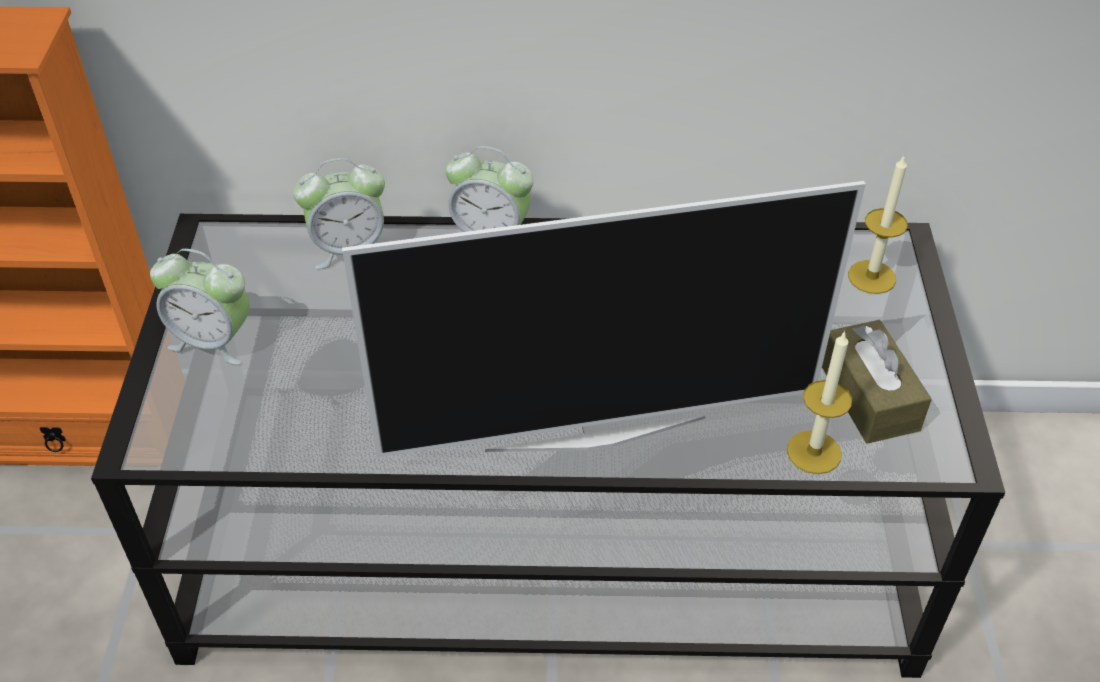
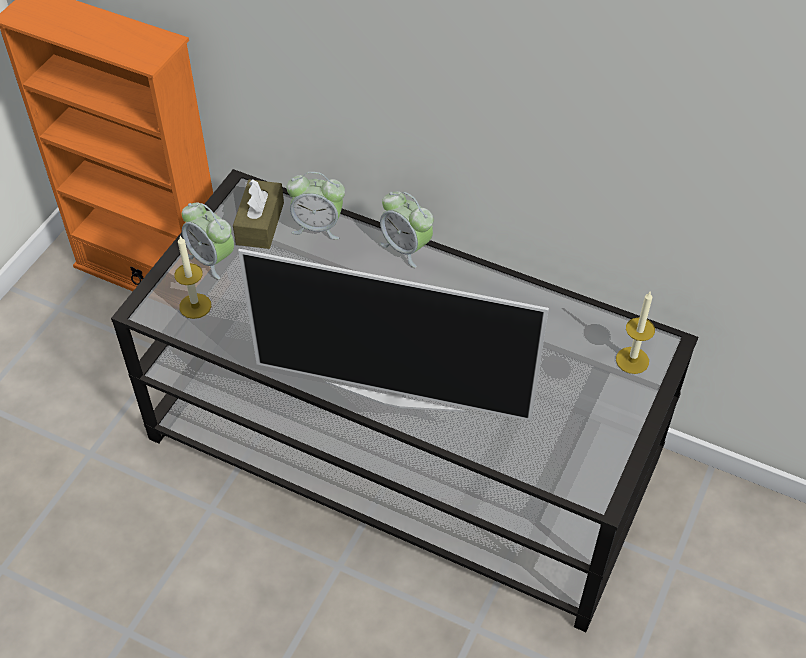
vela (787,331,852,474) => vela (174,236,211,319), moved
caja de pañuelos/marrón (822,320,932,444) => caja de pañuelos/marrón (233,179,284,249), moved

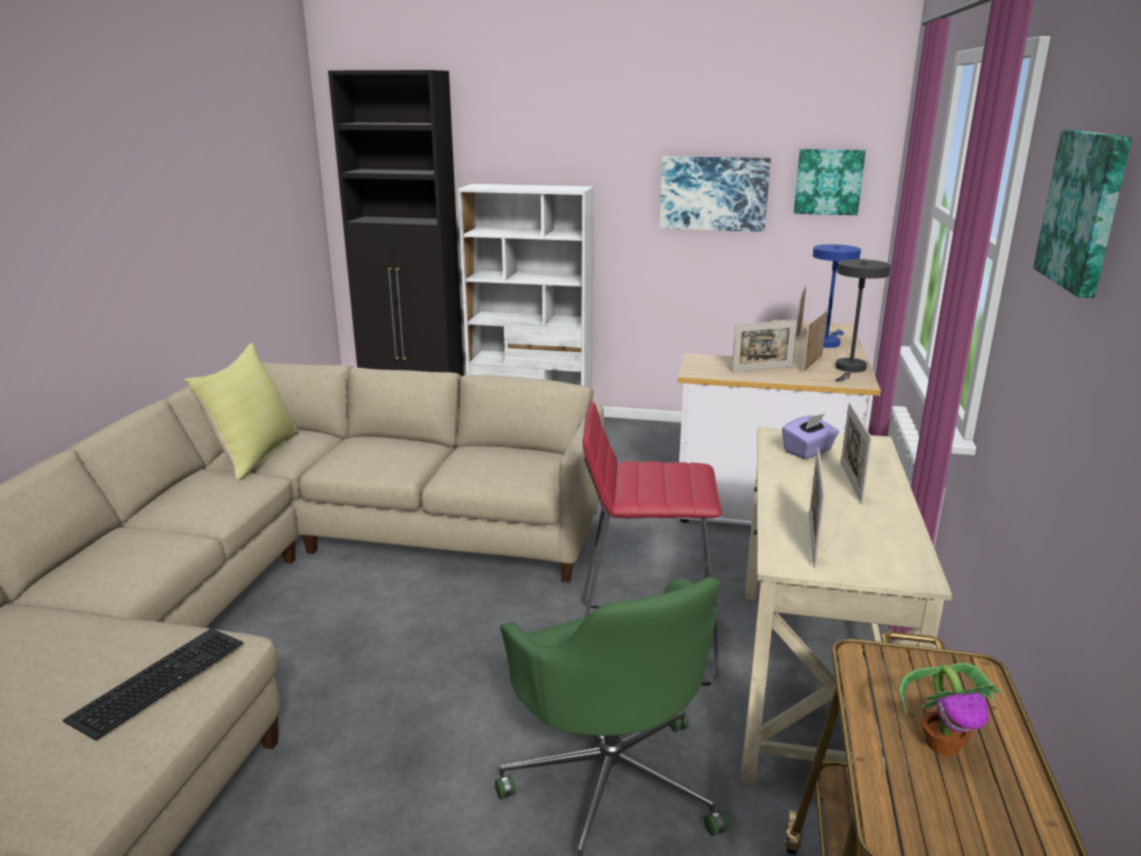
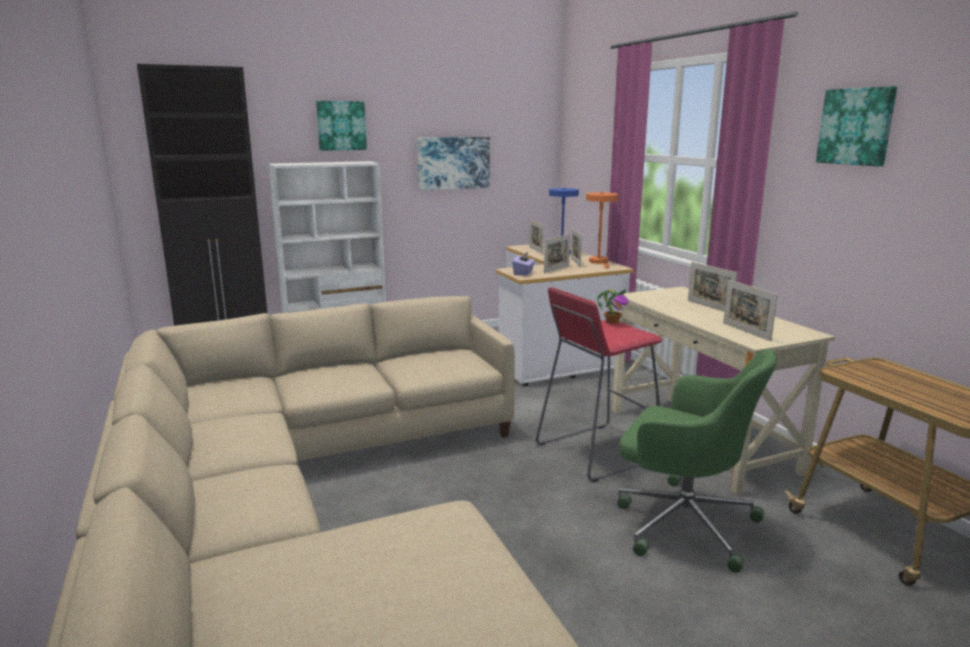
cuadro (794,149,866,215) => cuadro (316,101,367,151), moved
caja de pañuelos/morado (782,413,839,459) => caja de pañuelos/morado (512,251,535,276), moved
lámpara de mesa/gris (835,259,891,382) => lámpara de mesa/naranja (586,192,618,269)
planta en maceta (899,663,1004,756) => planta en maceta (597,289,629,324), moved
teclado (63,628,243,741) => nothing
cojín/amarillo (185,343,299,480) => nothing

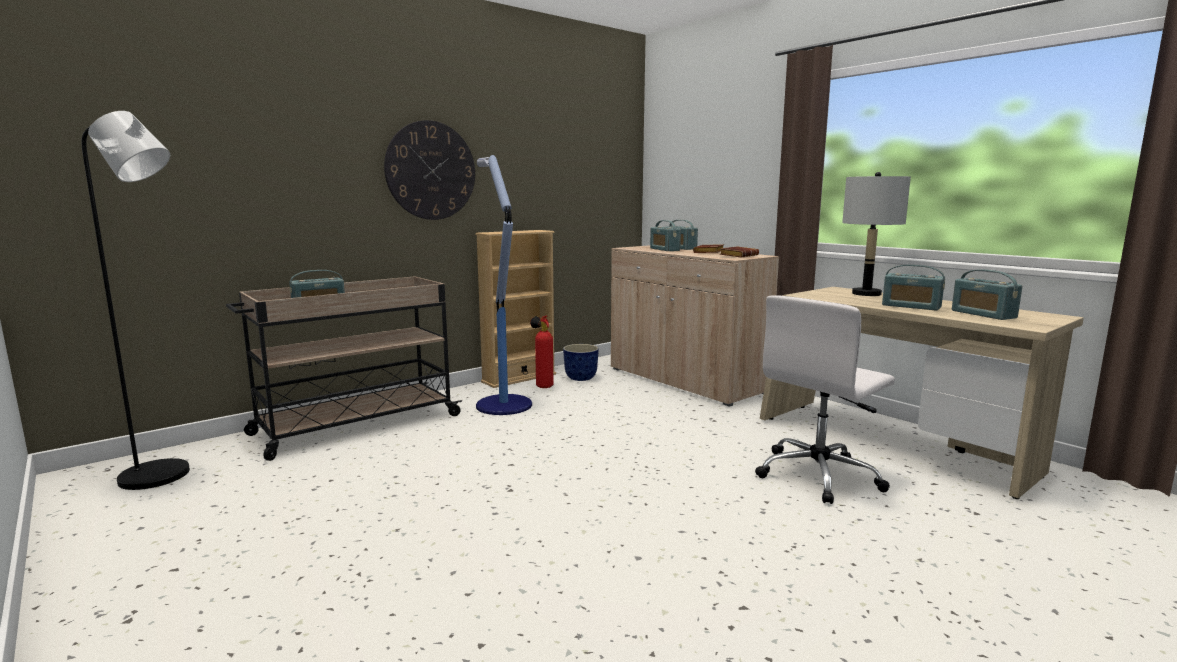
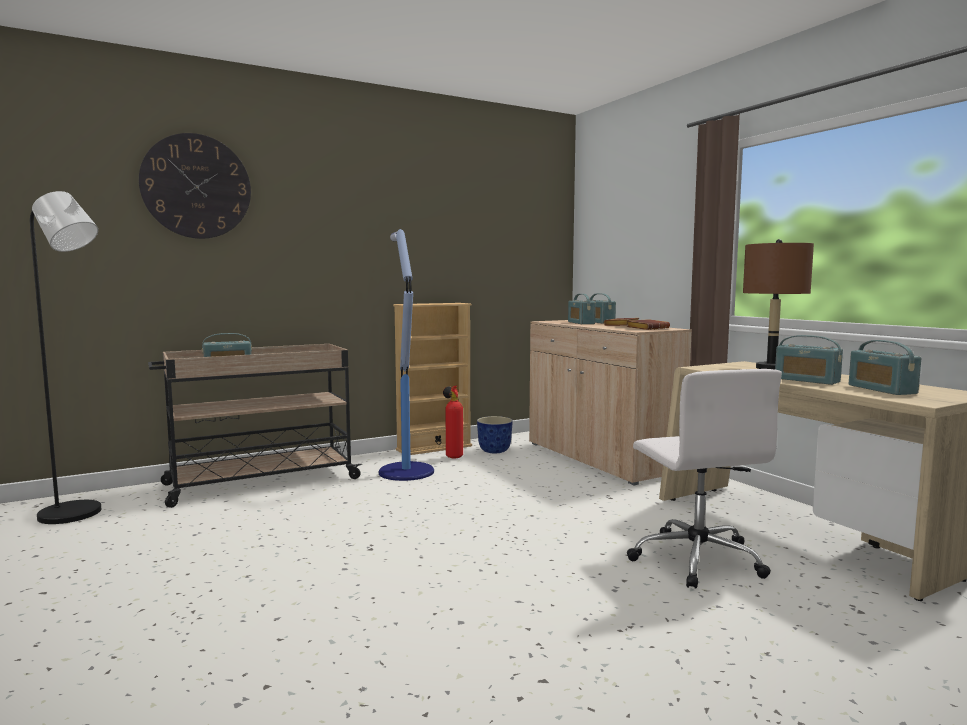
reloj de pared (384,120,475,220) => reloj de pared (139,133,251,239), moved
silla de oficina/blanco (755,295,895,504) => silla de oficina/blanco (627,369,782,589), 75 degrees counterclockwise
lámpara de mesa/gris (842,172,911,296) => lámpara de mesa/marrón (743,239,814,369)

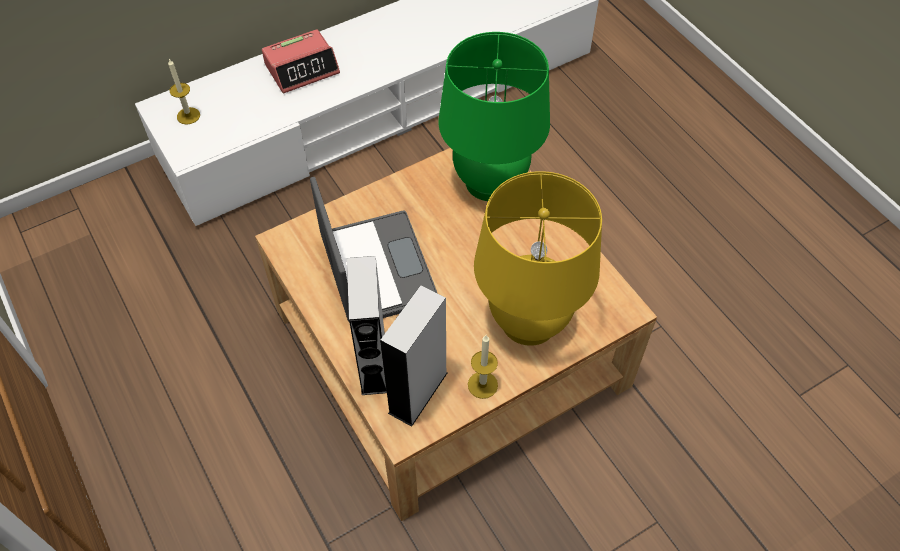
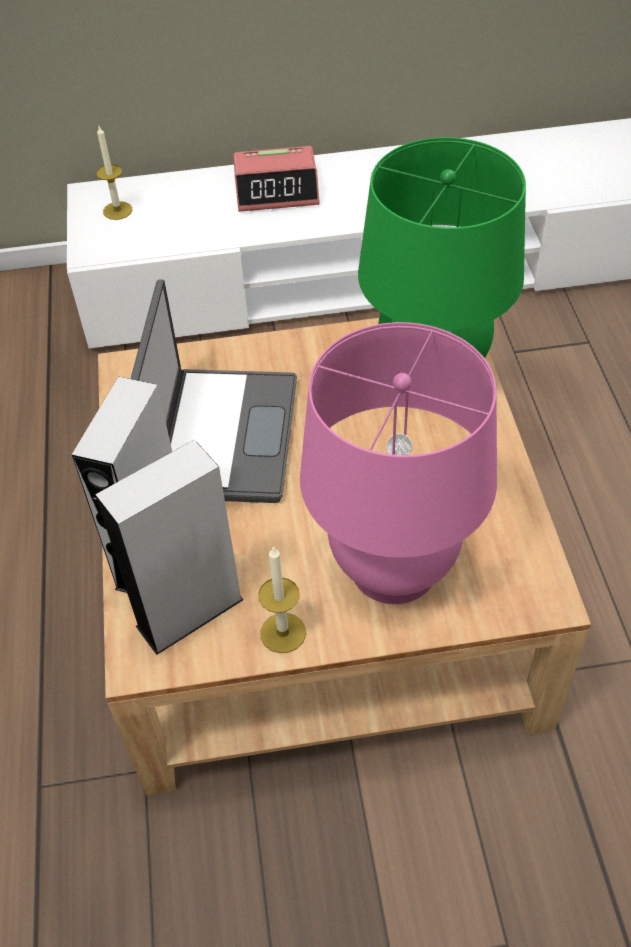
lámpara de mesa/amarillo (474,171,602,346) => lámpara de mesa/rosa (300,322,497,604)

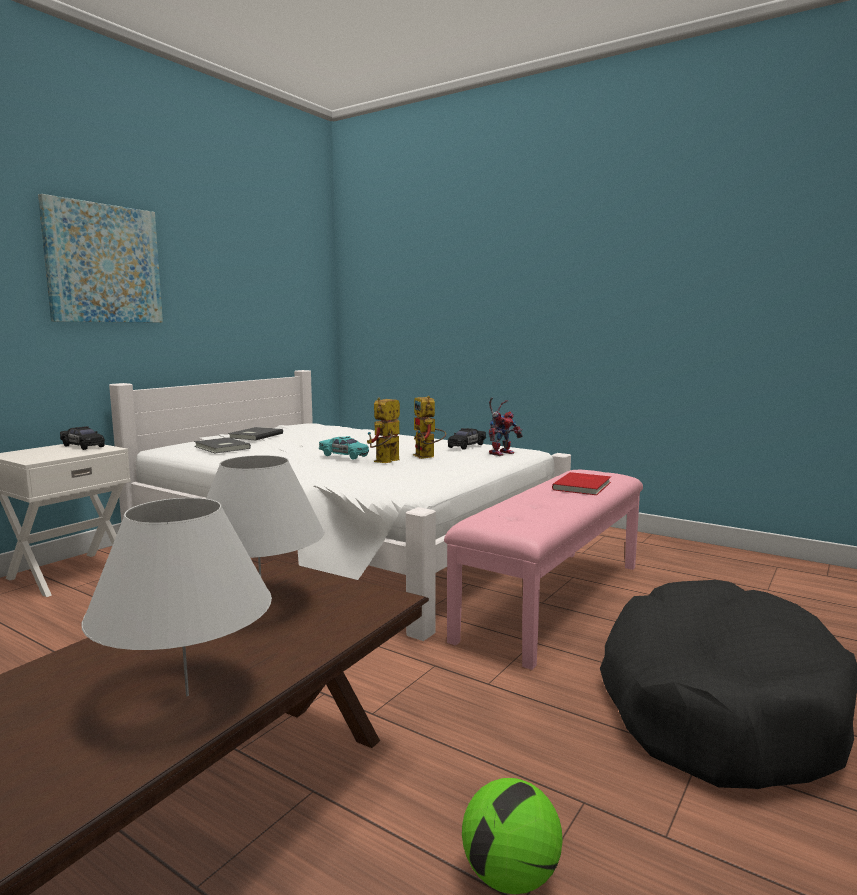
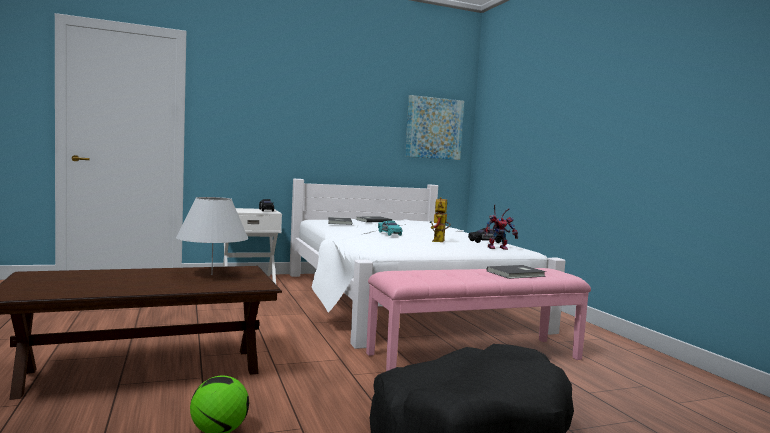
cuadro (38,194,163,323) => cuadro (405,95,464,160), moved
libro/rojo (552,472,611,495) => libro/gris (487,265,546,279)
lámpara de mesa/blanco (81,498,272,696) => nothing
robot de juguete (367,397,400,463) => nothing

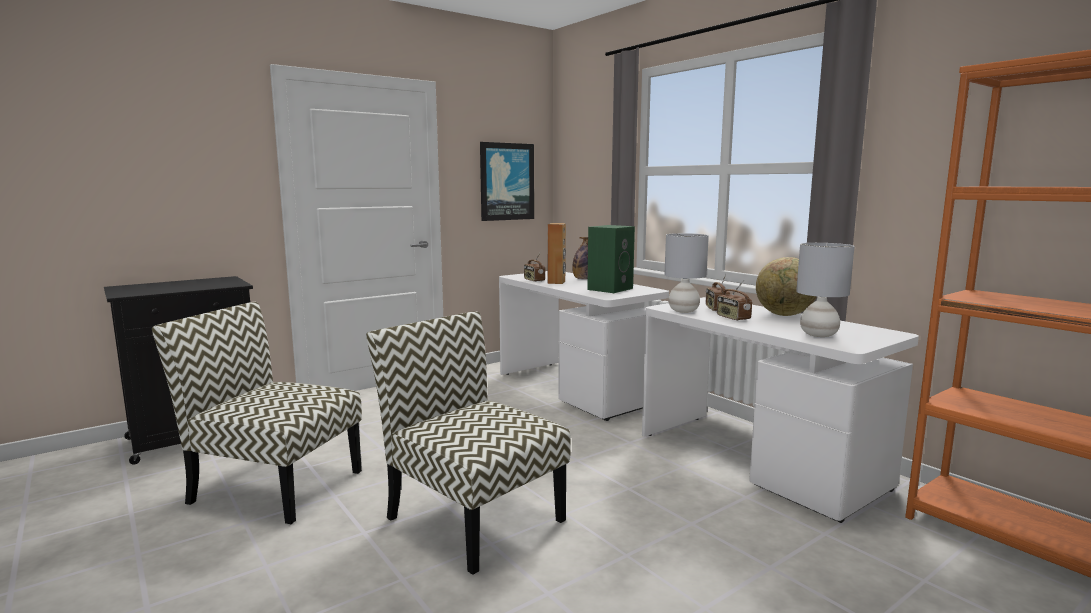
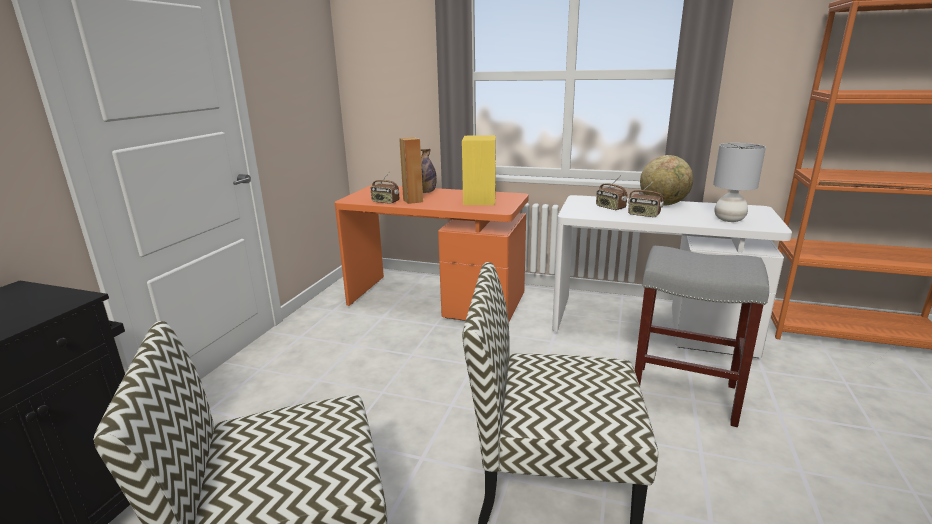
escritorio/blanco (499,271,669,421) => escritorio/naranja (335,185,529,321)
altavoz/verde (587,225,635,293) => altavoz/amarillo (462,135,496,205)
nothing => taburete/gris (635,246,769,427)
cuadro (480,142,534,221) => nothing
lámpara de mesa/gris (664,233,709,313) => nothing

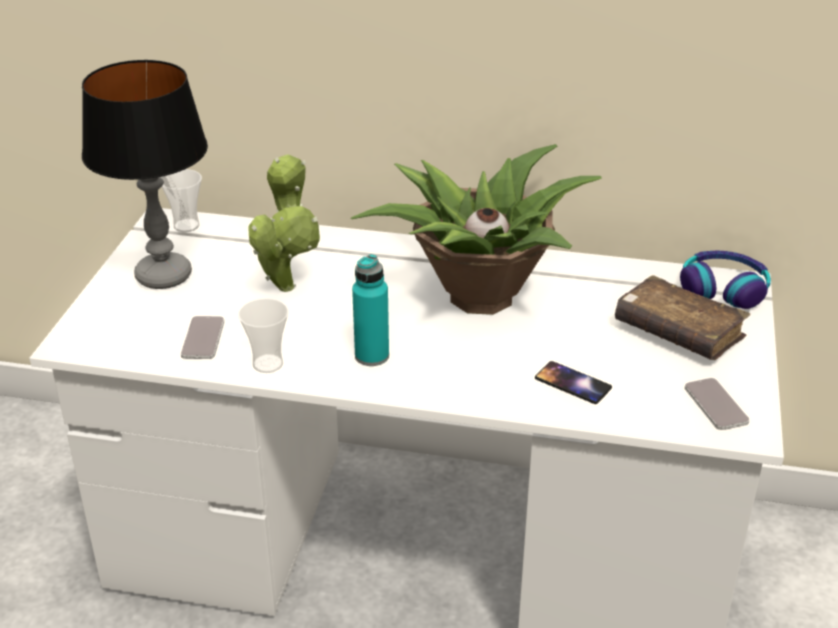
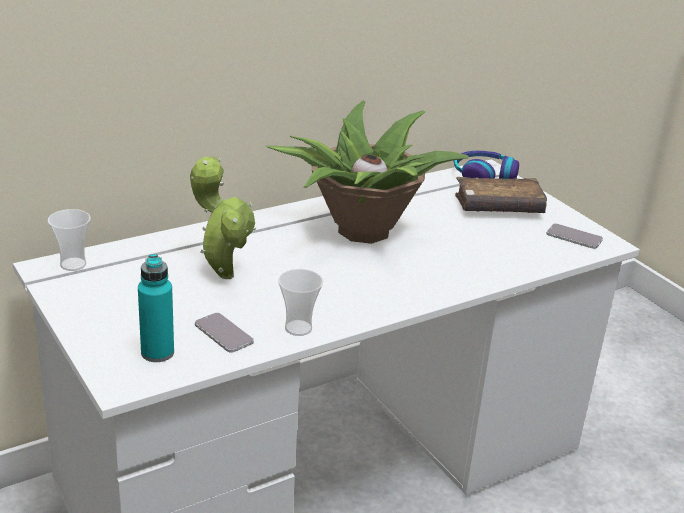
botella/turquesa (352,254,389,366) => botella/turquesa (138,254,174,362), moved
lámpara de mesa (82,60,208,289) => nothing
móvil (535,361,612,404) => nothing

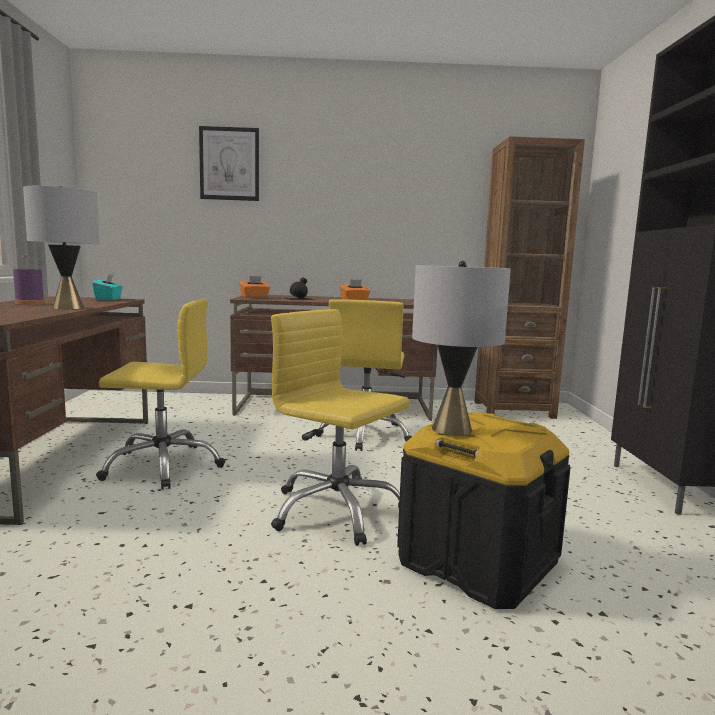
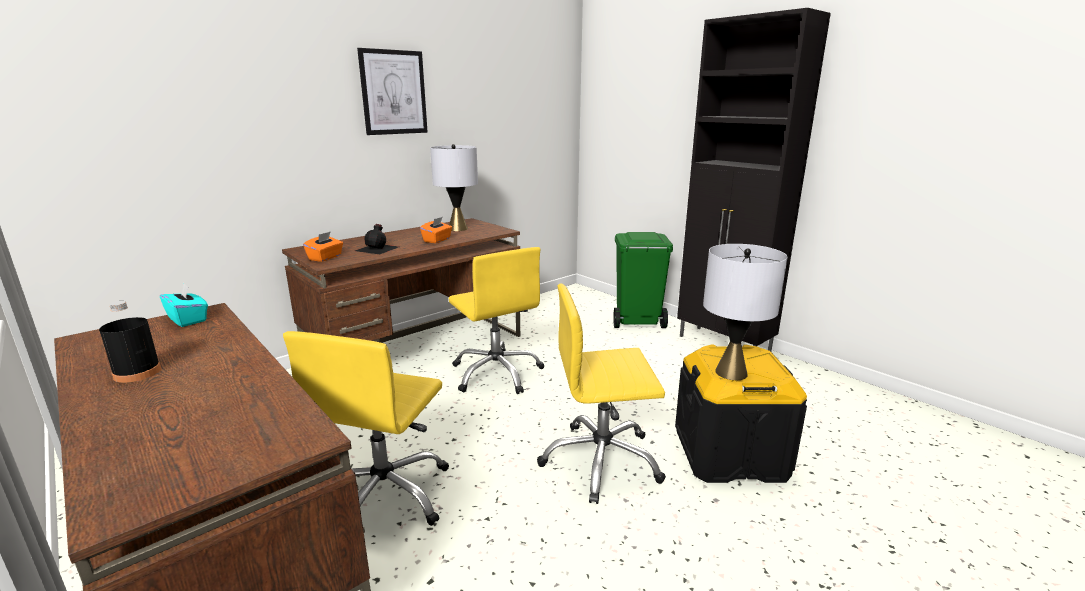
botella/morado (13,254,45,305) => botella/negro (99,301,161,383)
silla de oficina/amarillo (96,299,225,490) => silla de oficina/amarillo (283,331,449,526), 150 degrees clockwise
cuadro (199,126,259,201) => cuadro (357,48,428,135), moved
lámpara de mesa/gris (23,186,100,309) => lámpara de mesa/gris (430,144,478,231), moved
nothing => papelera/verde (613,232,673,328)
estantería/marrón (474,136,585,419) => nothing

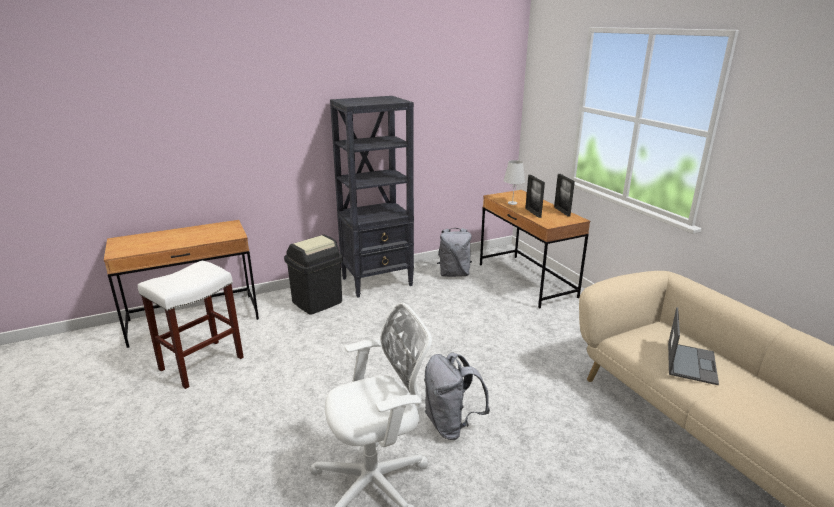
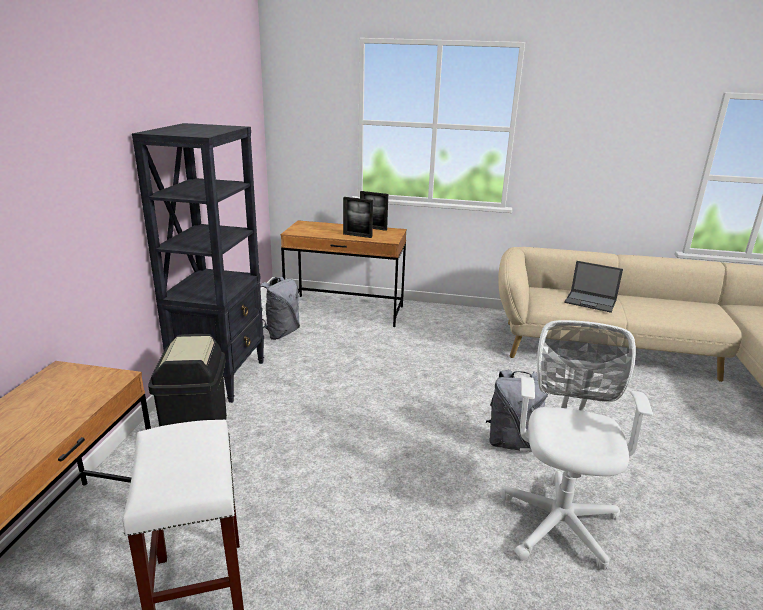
portátil (668,307,719,385) => portátil (564,261,623,313), 150 degrees clockwise
lámpara de mesa/blanco (503,160,525,205) => nothing

